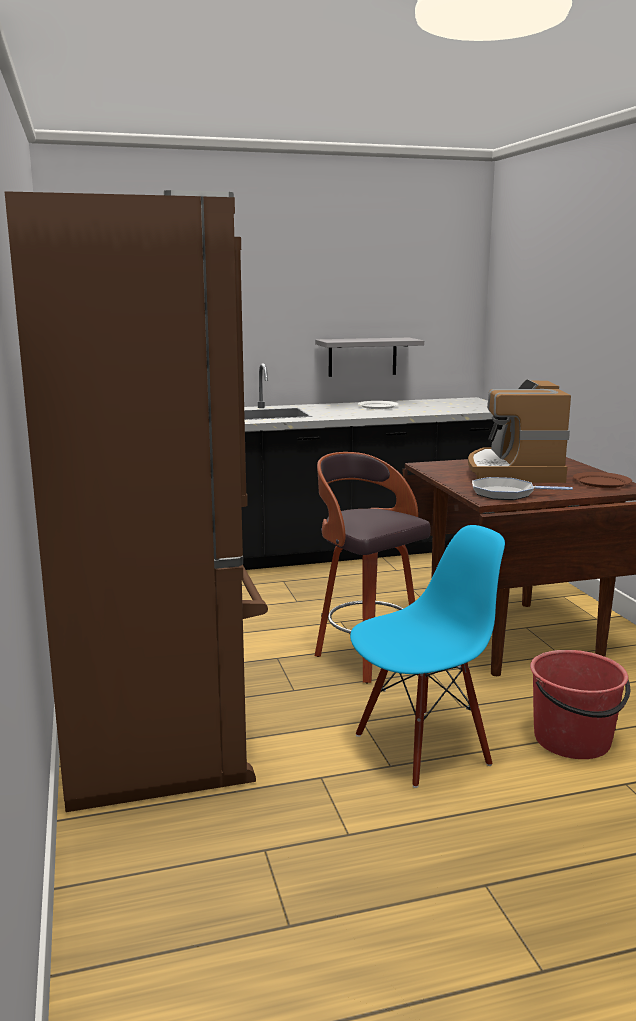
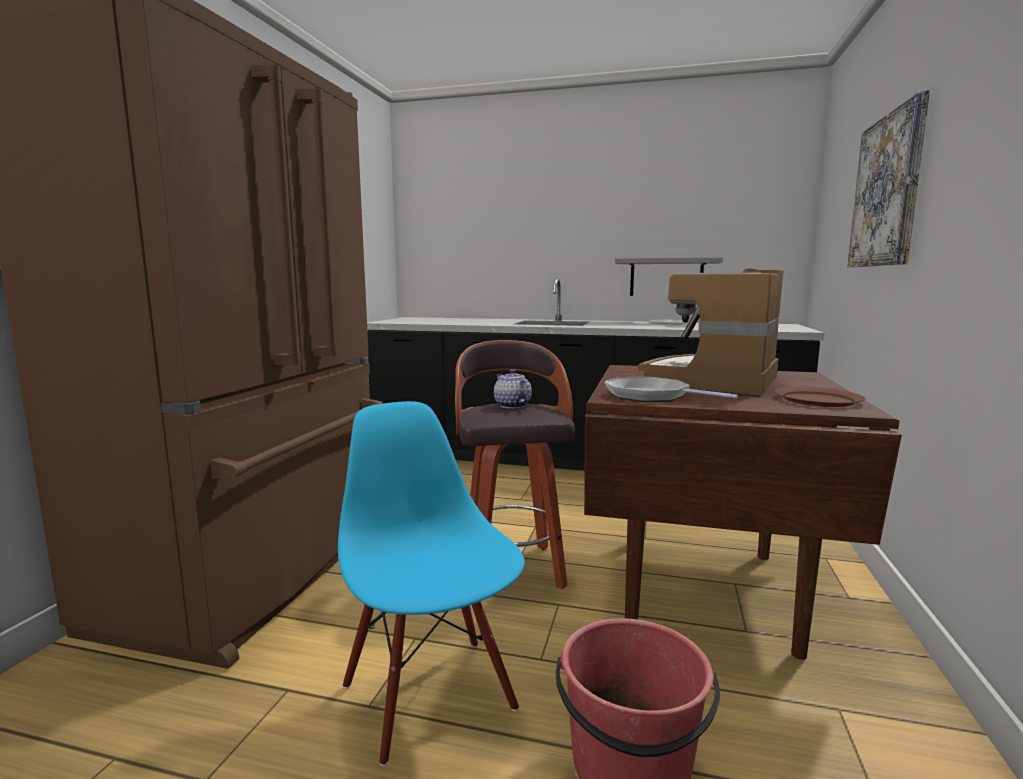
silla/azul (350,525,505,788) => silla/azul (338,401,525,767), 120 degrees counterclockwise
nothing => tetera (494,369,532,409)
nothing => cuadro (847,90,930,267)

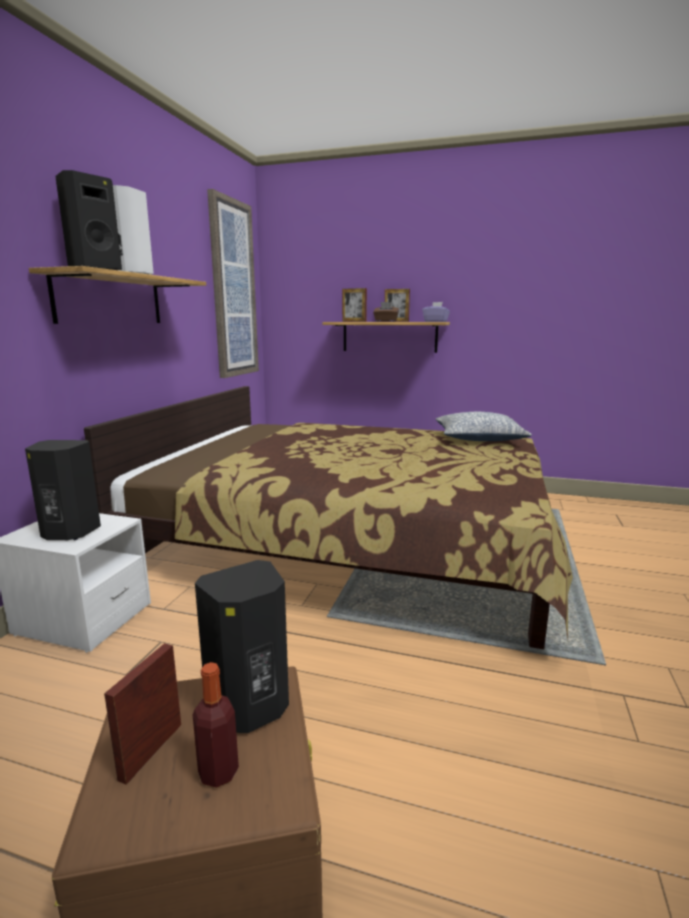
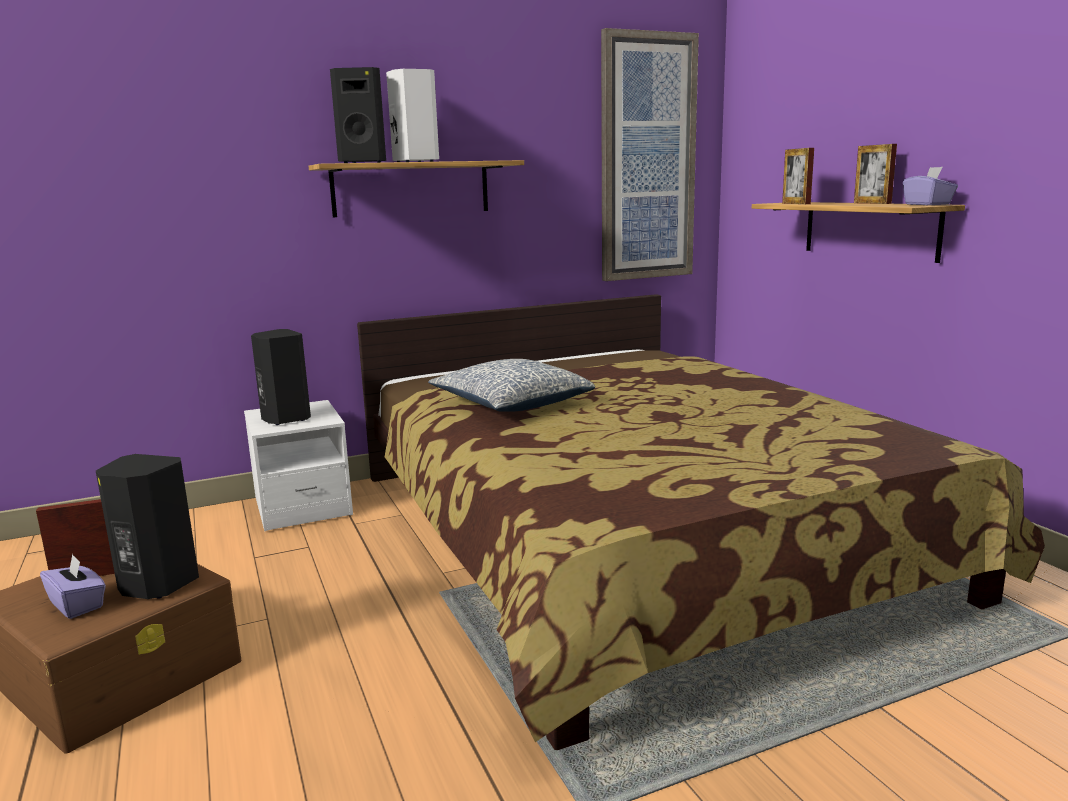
botella (193,662,239,788) => caja de pañuelos/morado (40,554,106,619)
cojín (435,412,532,441) => cojín (428,359,595,412), moved
caja de pañuelos/marrón (373,302,399,322) => nothing

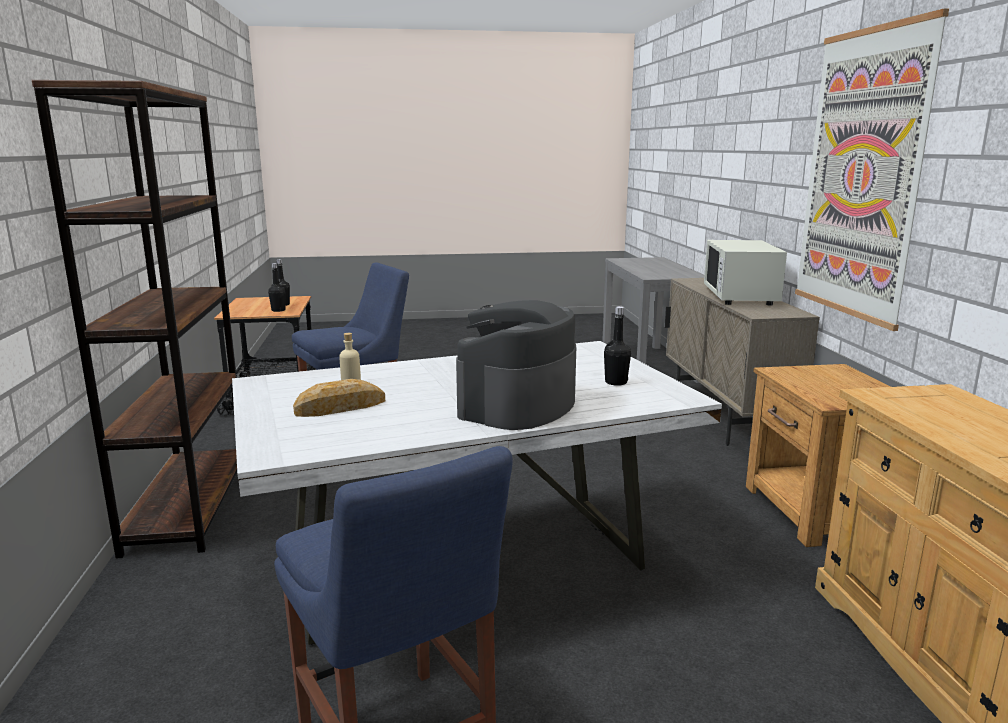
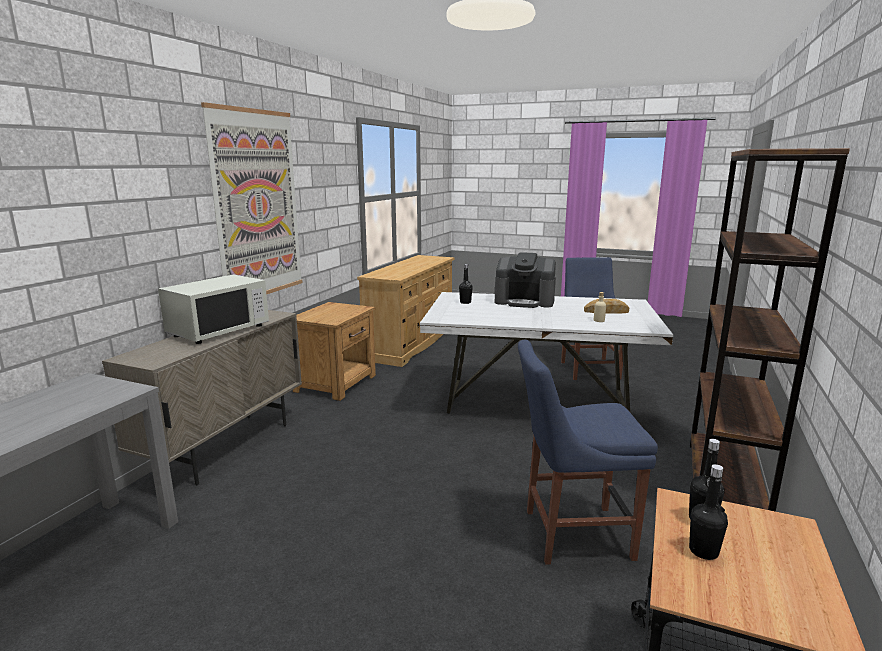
cafetera (456,300,576,430) => cafetera (495,252,556,308), 45 degrees clockwise

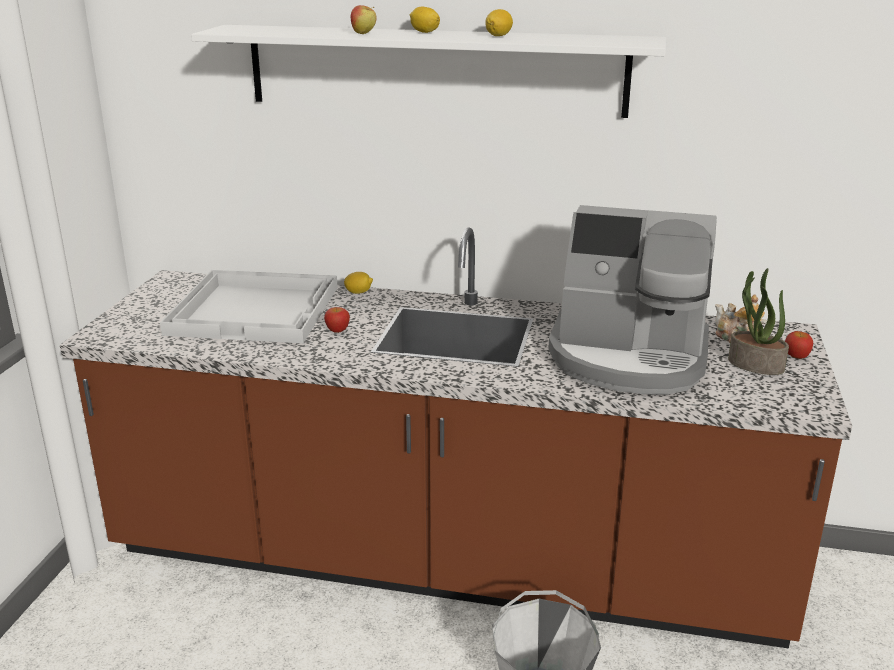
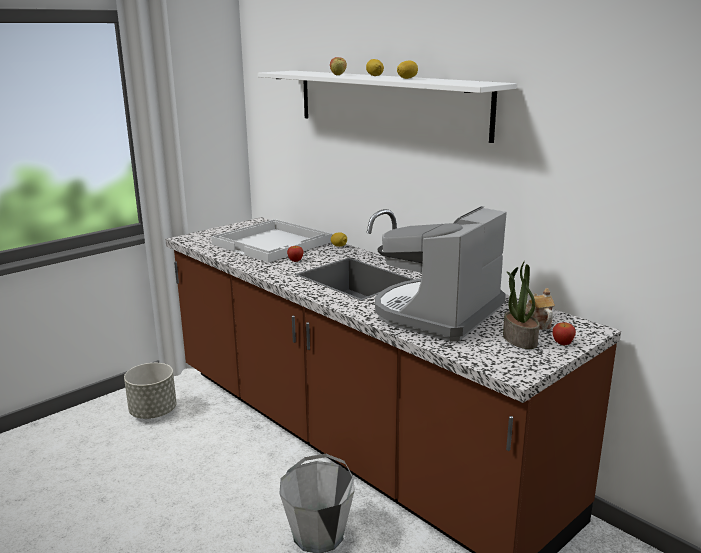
nothing => maceta/gris (124,363,177,419)
cafetera (548,205,717,395) => cafetera (375,206,507,342), 75 degrees clockwise

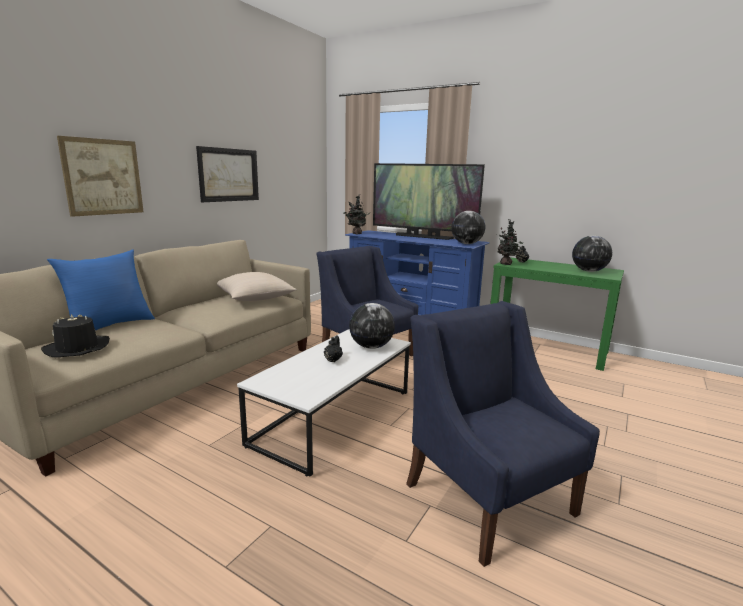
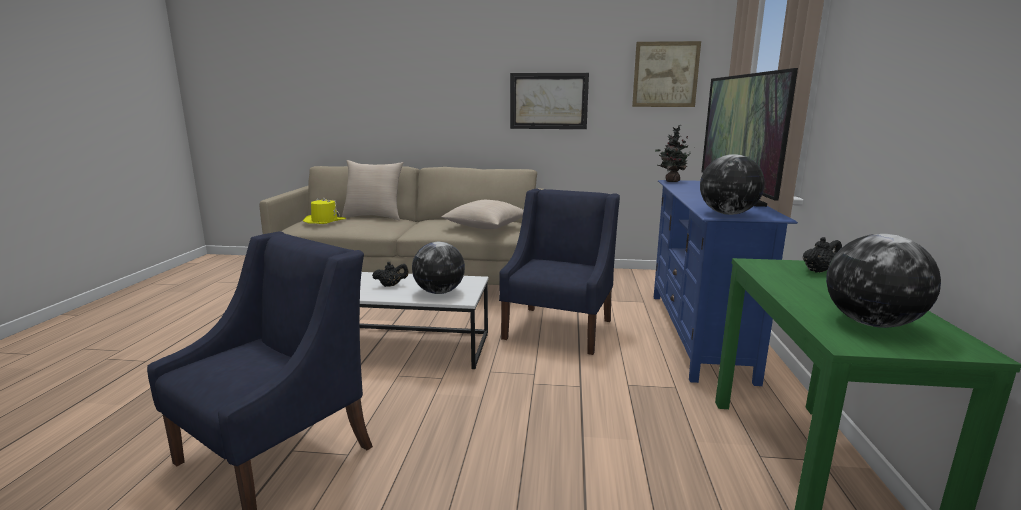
sombrero/negro (41,314,110,358) => sombrero/amarillo (303,197,346,224)
cojín/azul (47,249,155,331) => cojín/beis (342,160,404,220)
cuadro (57,136,144,217) => cuadro (632,41,701,107), moved
planta en maceta (498,219,523,265) => nothing

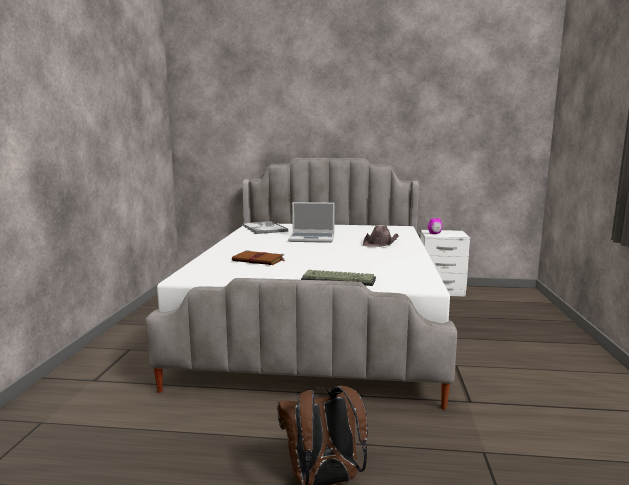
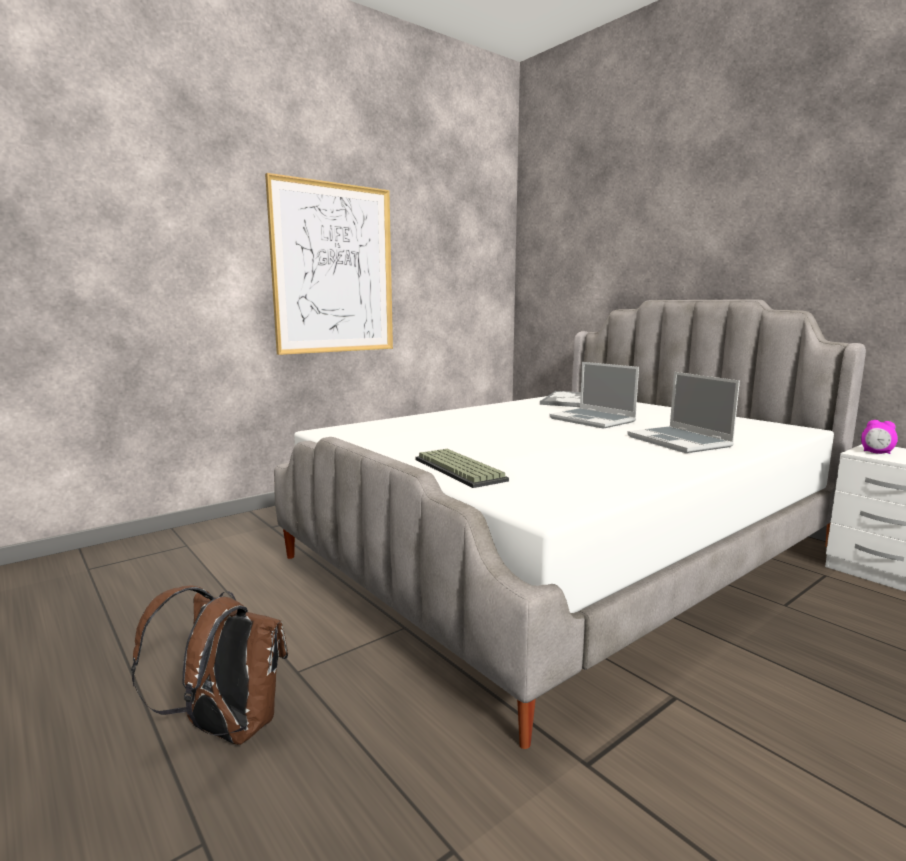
nothing => cuadro (265,173,393,355)
sombrero/marrón (363,226,399,247) => portátil (627,372,740,453)
libro/marrón (232,250,284,265) => nothing

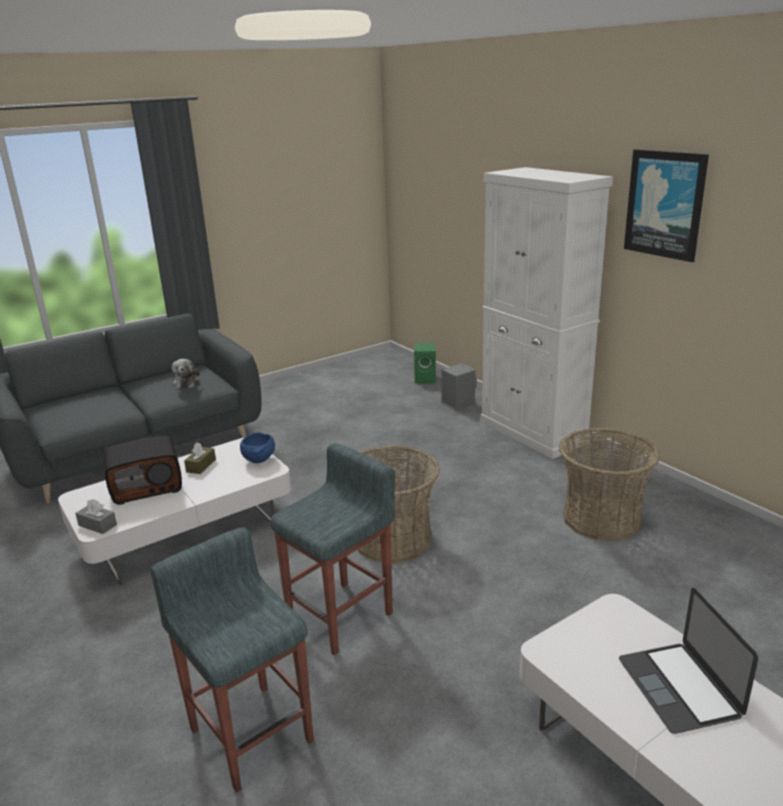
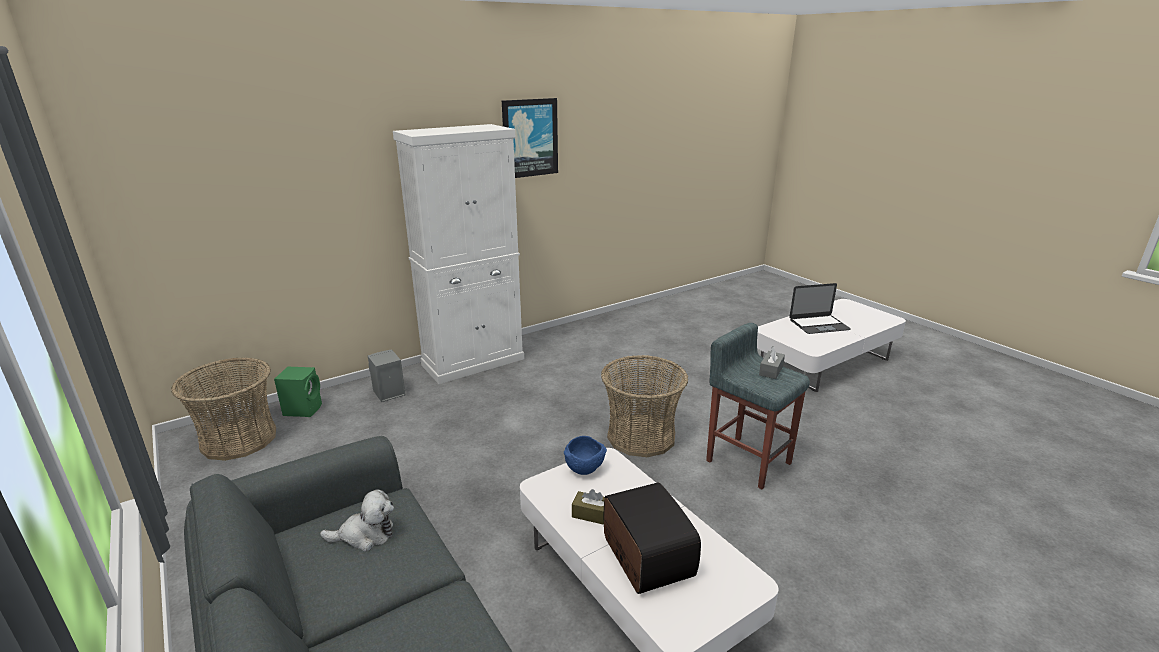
cesta (559,428,660,541) => cesta (171,357,276,461), moved
caja de pañuelos/gris (75,499,117,534) => caja de pañuelos/gris (759,346,785,379), moved
taburete/gris (150,527,314,793) => nothing

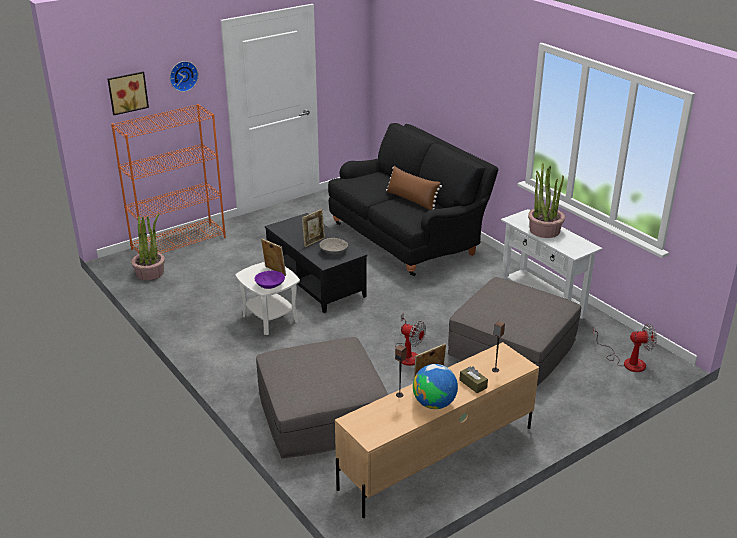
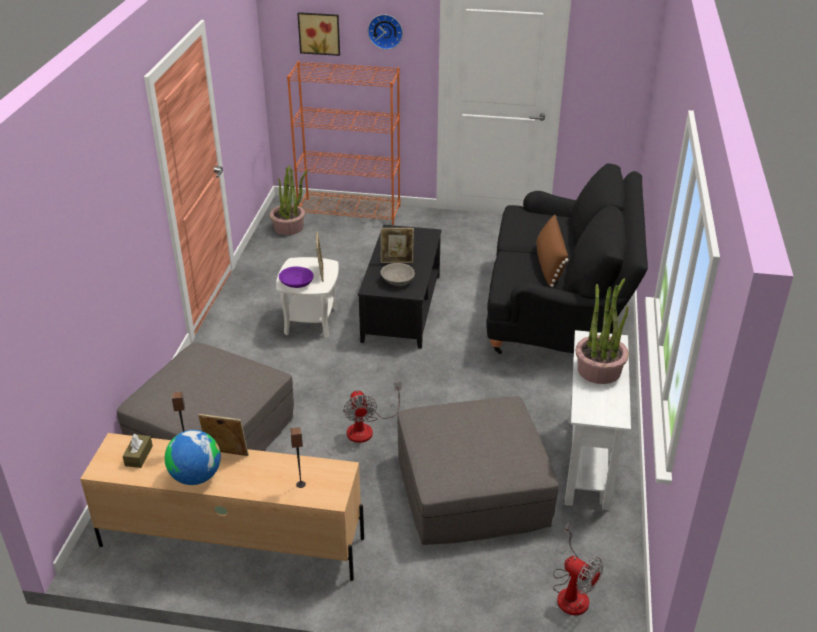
caja de pañuelos/marrón (460,366,488,393) => caja de pañuelos/marrón (123,434,153,468), moved

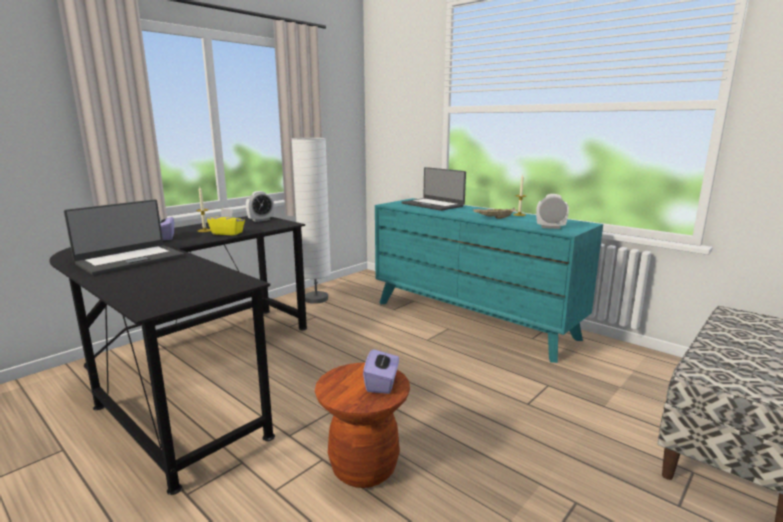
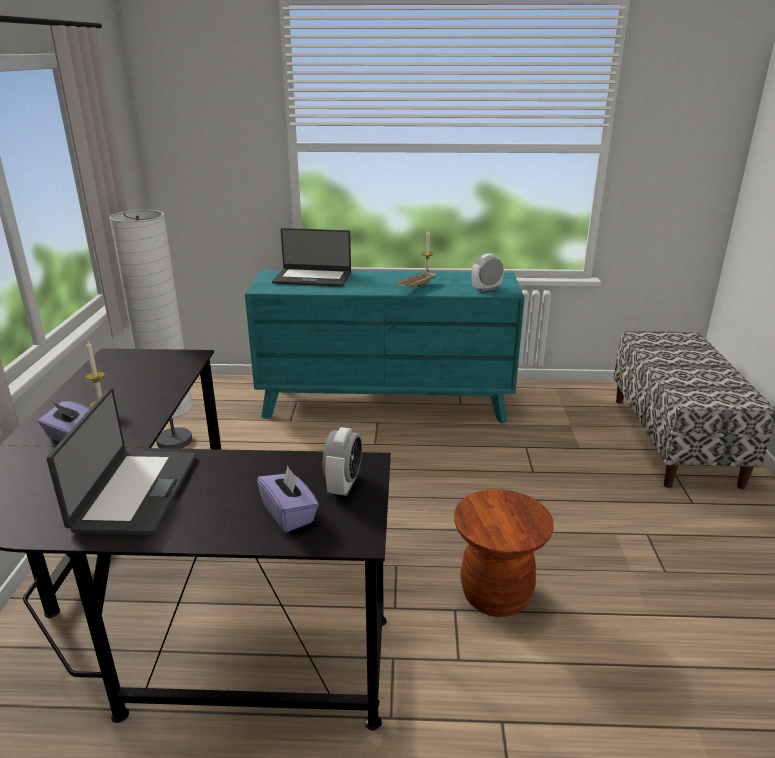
caja de pañuelos/morado (363,347,399,394) => caja de pañuelos/morado (257,466,319,532), moved
despertador (246,191,274,222) => despertador (323,427,362,496), moved
caja de pañuelos/amarillo (207,209,245,235) => nothing

